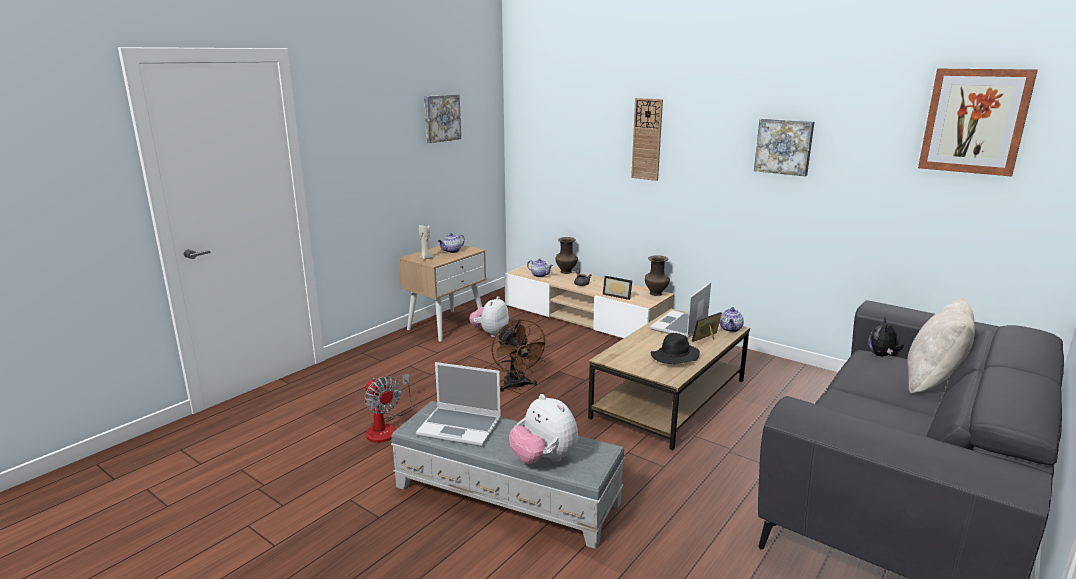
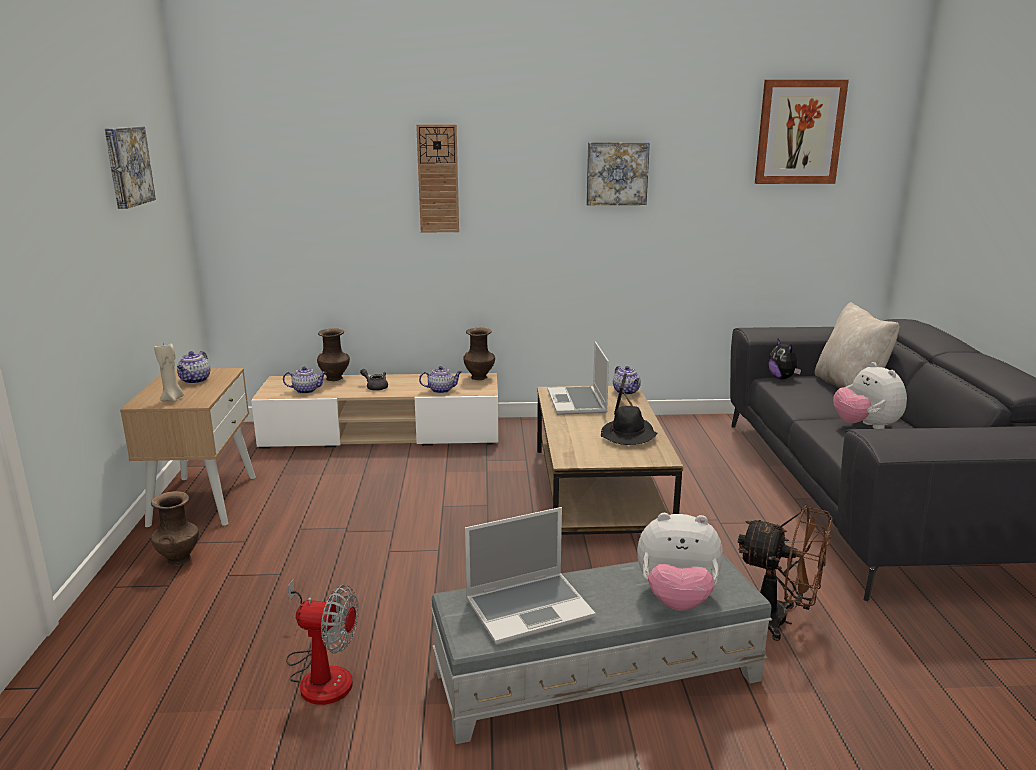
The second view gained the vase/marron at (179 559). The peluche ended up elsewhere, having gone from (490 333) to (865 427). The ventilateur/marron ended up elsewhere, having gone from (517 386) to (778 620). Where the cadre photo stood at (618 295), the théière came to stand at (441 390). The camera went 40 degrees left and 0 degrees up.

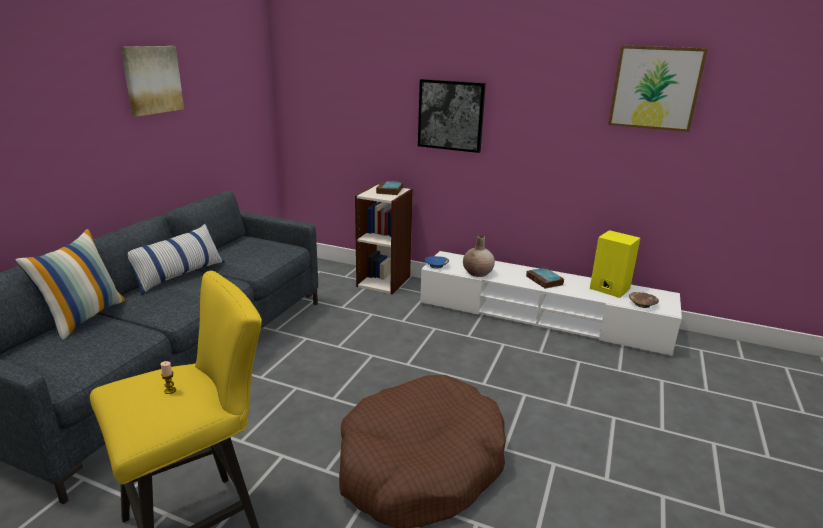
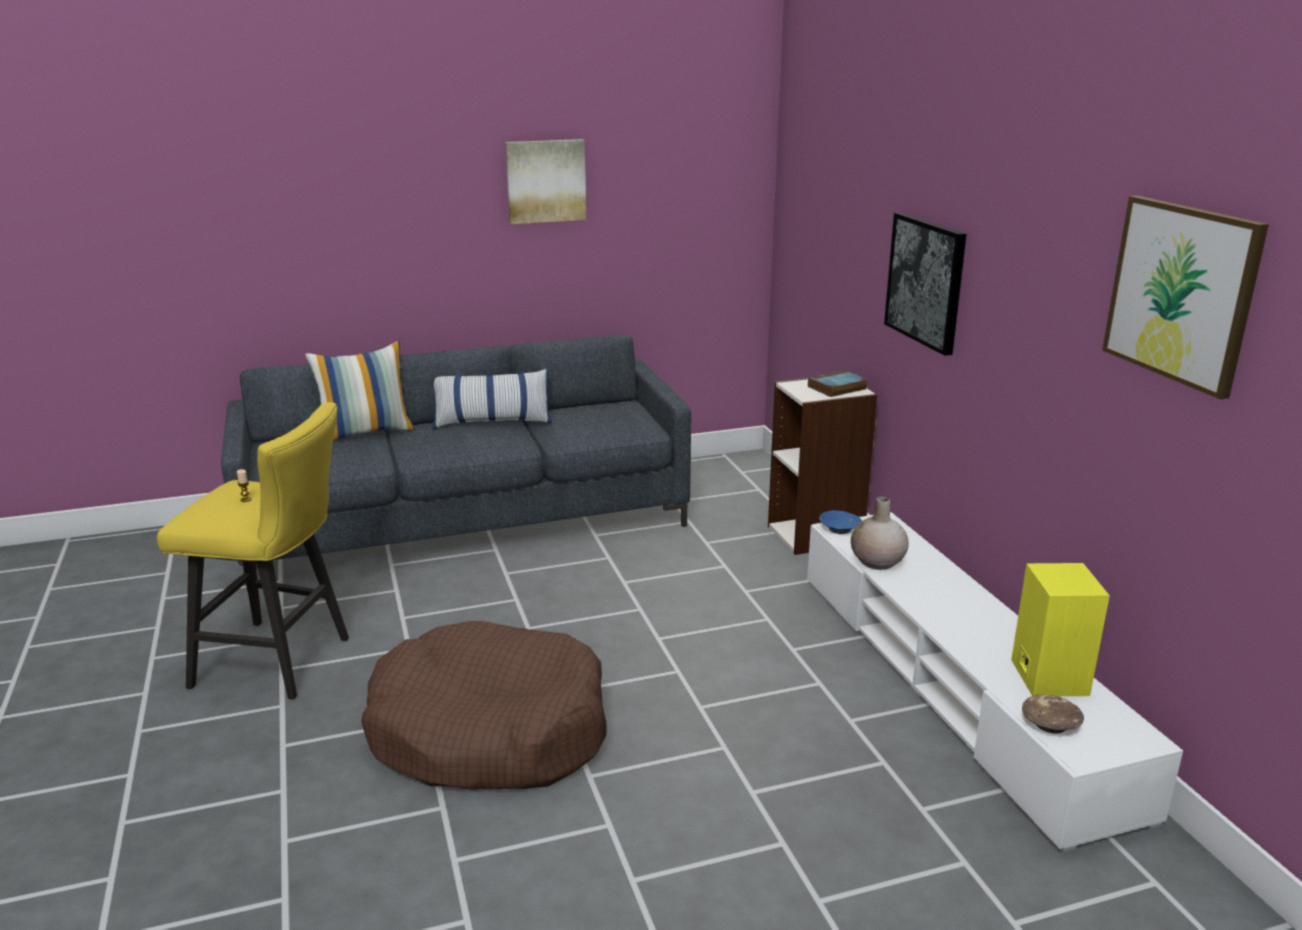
The second view lost the livre at (545 281). The camera went 50 degrees right and 0 degrees up.

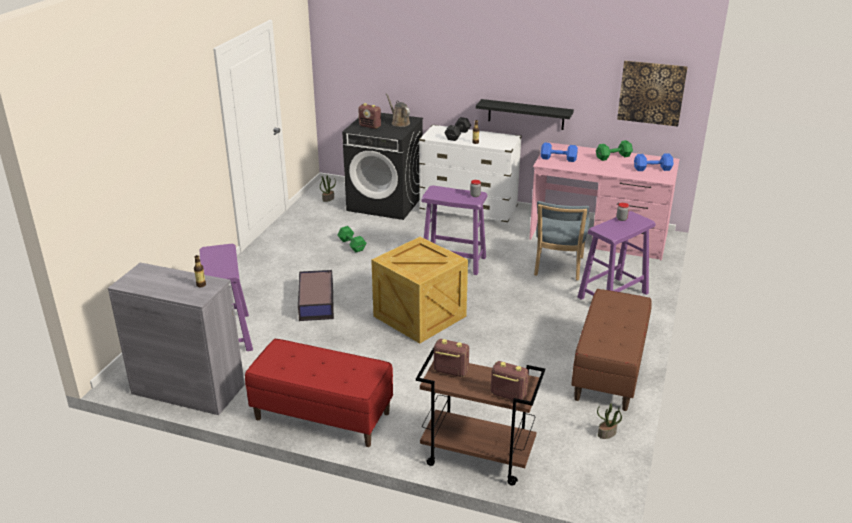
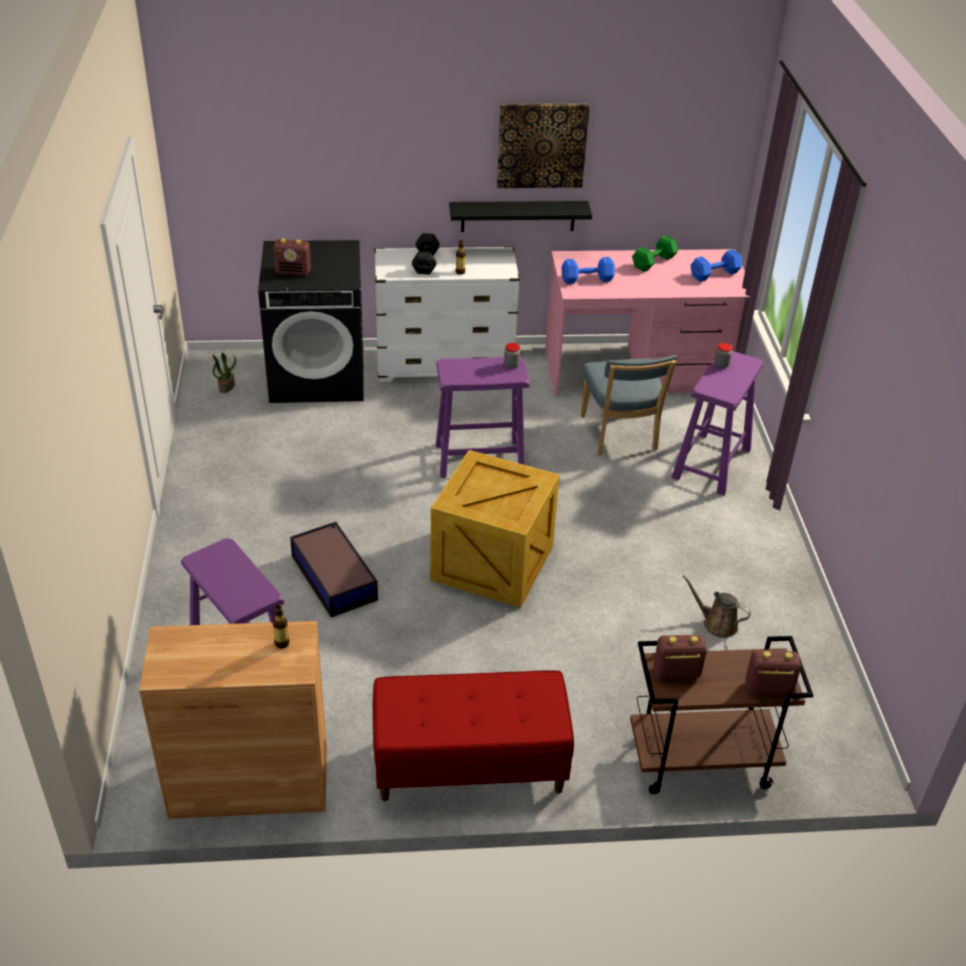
The second view lost the haltère/vert at (351 244). The second view lost the banc/marron at (609 370). The second view lost the plante en pot at (607 433). The arrosoir/marron ended up elsewhere, having gone from (399 123) to (717 623). The tableau ended up elsewhere, having gone from (651 93) to (541 145). What was the meuble de rangement/gris at (188 389) turned into the meuble de rangement/marron at (249 782). The camera went 25 degrees left and 10 degrees up.

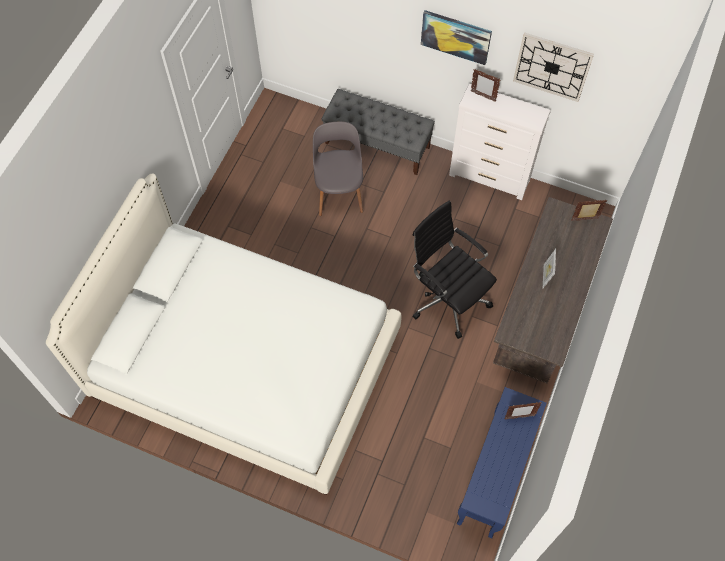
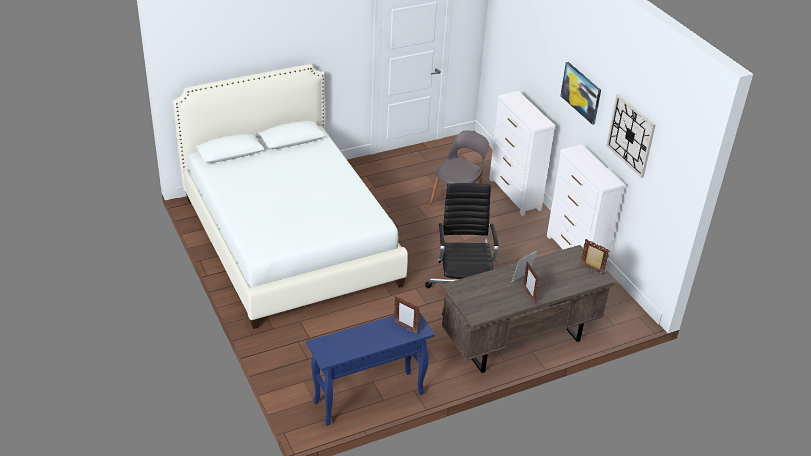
The cadre photo ended up elsewhere, having gone from (483 96) to (529 295). Where the banc/gris stood at (377 145), the commode/blanc came to stand at (514 194). The camera went 40 degrees right and 25 degrees down.

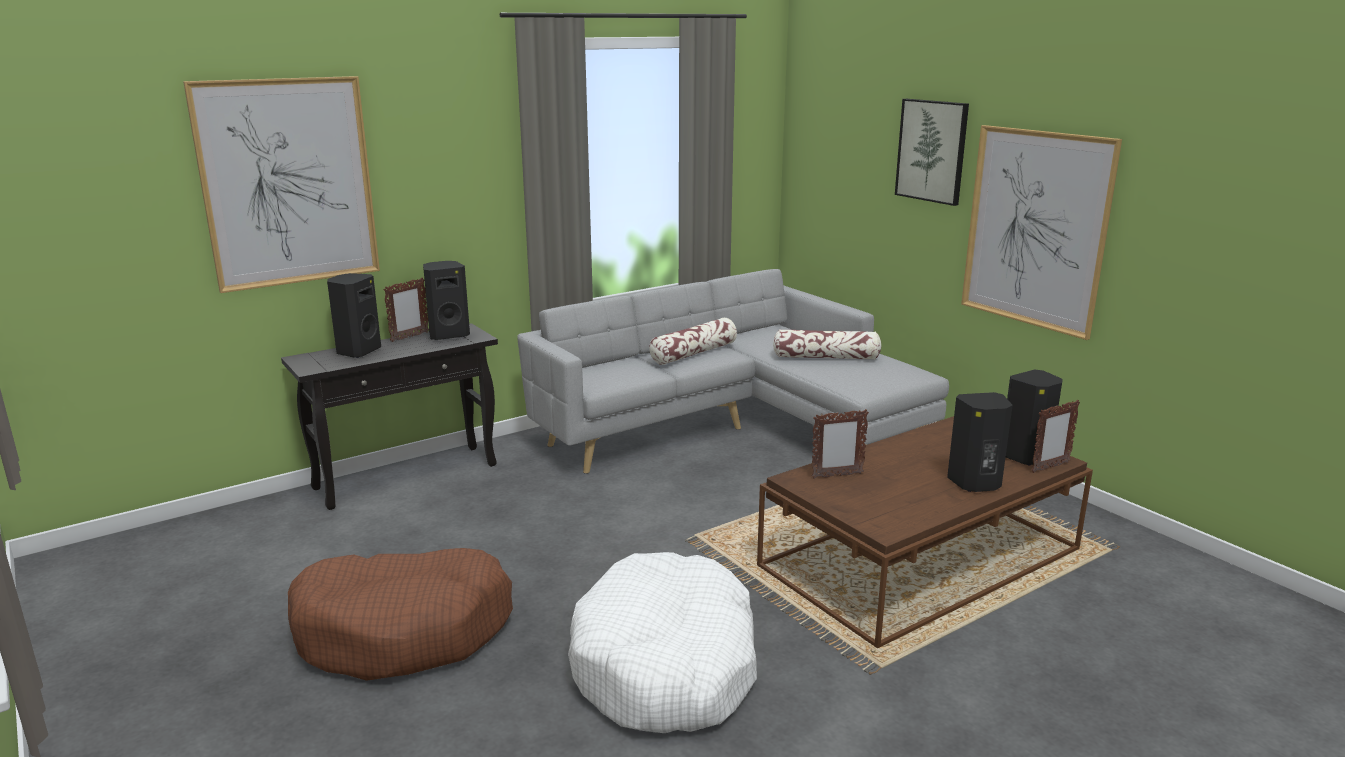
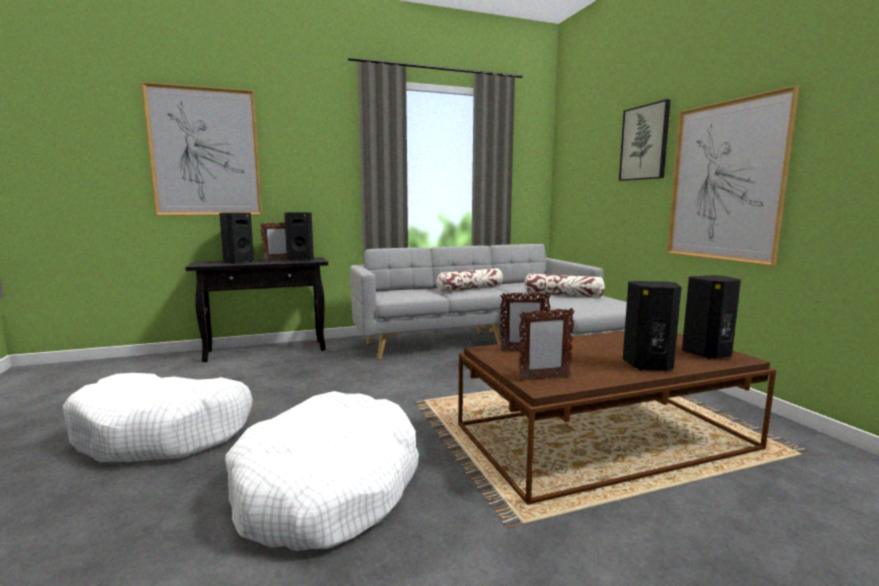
The cadre photo ended up elsewhere, having gone from (1050 467) to (544 378). What was the panier pour chien/marron at (404 630) turned into the panier pour chien/blanc at (165 433). The camera went 15 degrees right and 10 degrees down.

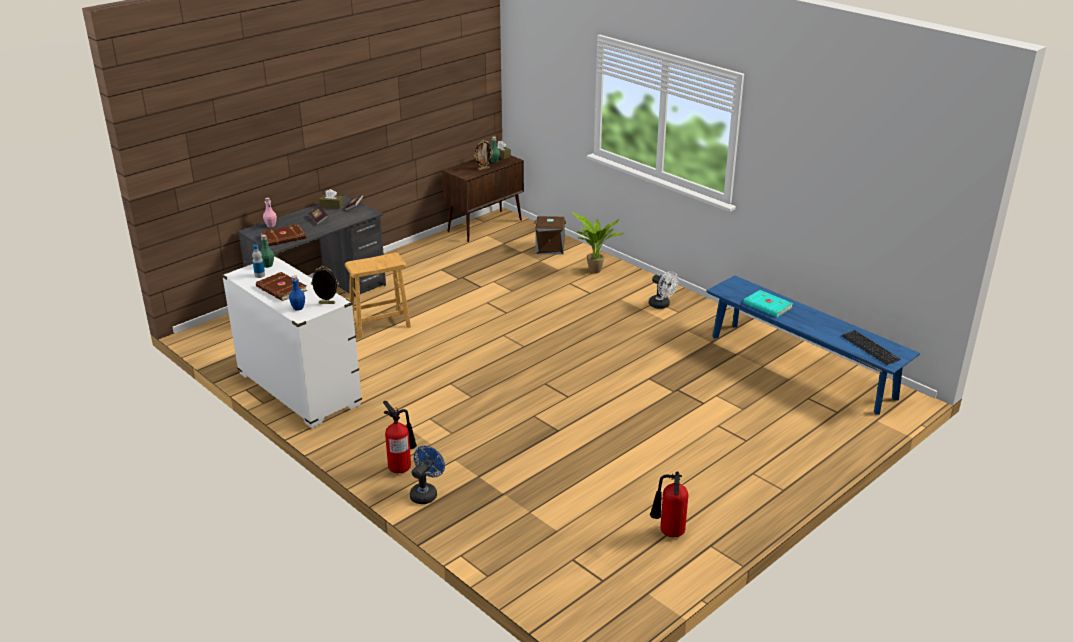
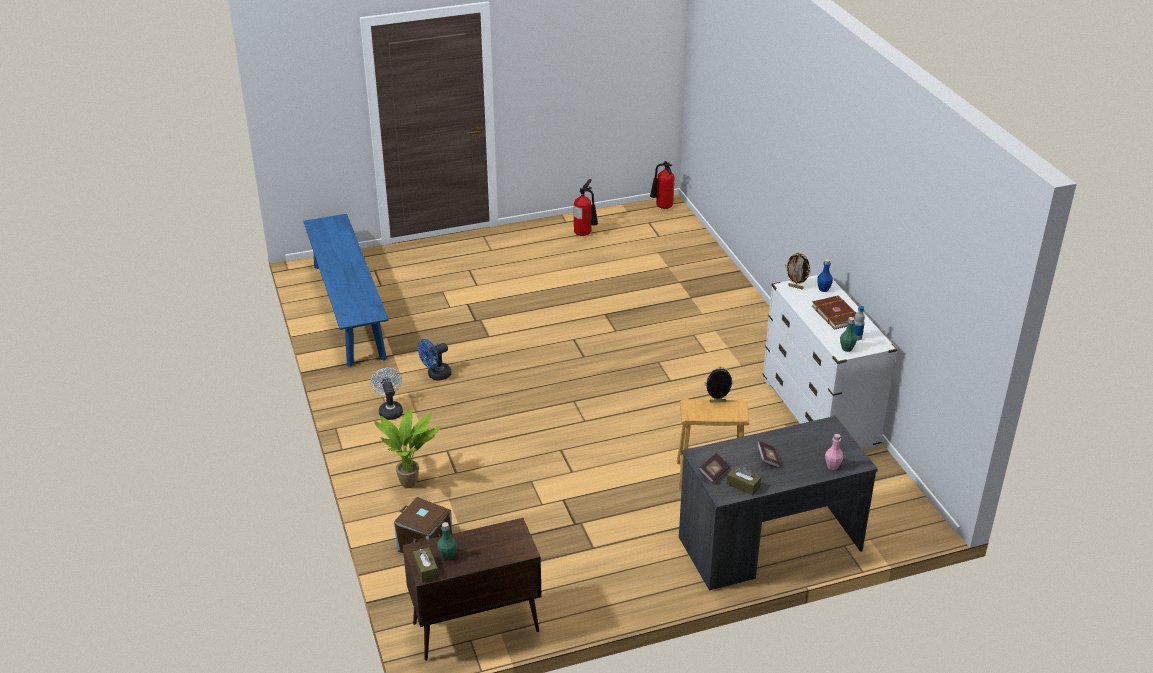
The second view lost the livre/marron at (284 237). The second view lost the livre/turquoise at (767 306). The second view lost the clavier at (870 348). The extincteur ended up elsewhere, having gone from (402 467) to (662 207). The ventilateur/bleu ended up elsewhere, having gone from (426 493) to (436 375). The cadre photo ended up elsewhere, having gone from (483 169) to (717 402). The camera went 155 degrees left and 5 degrees up.

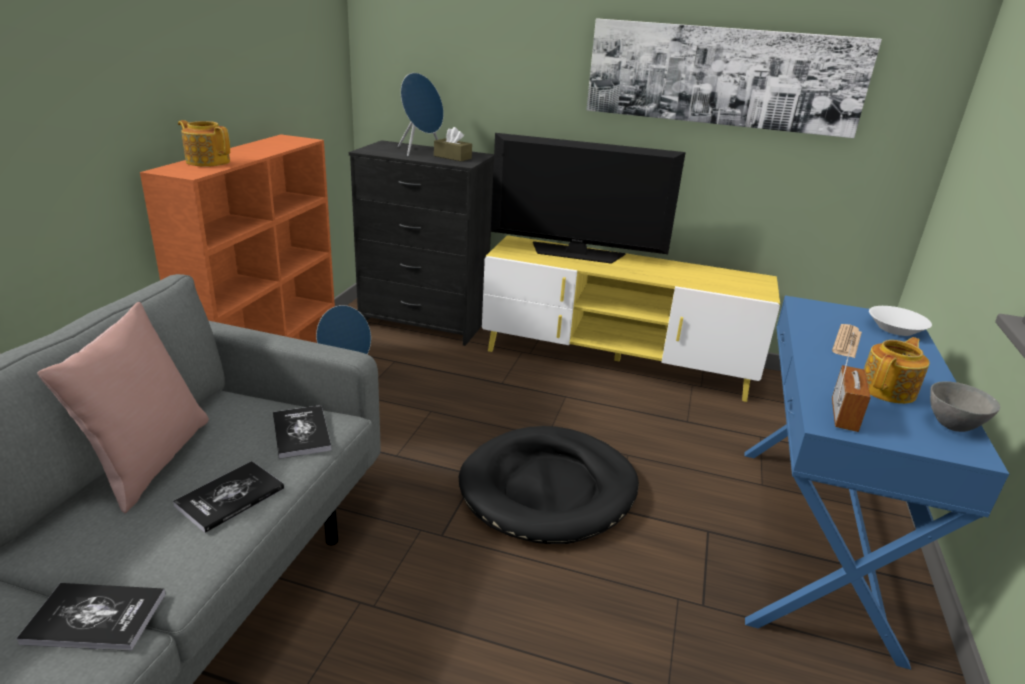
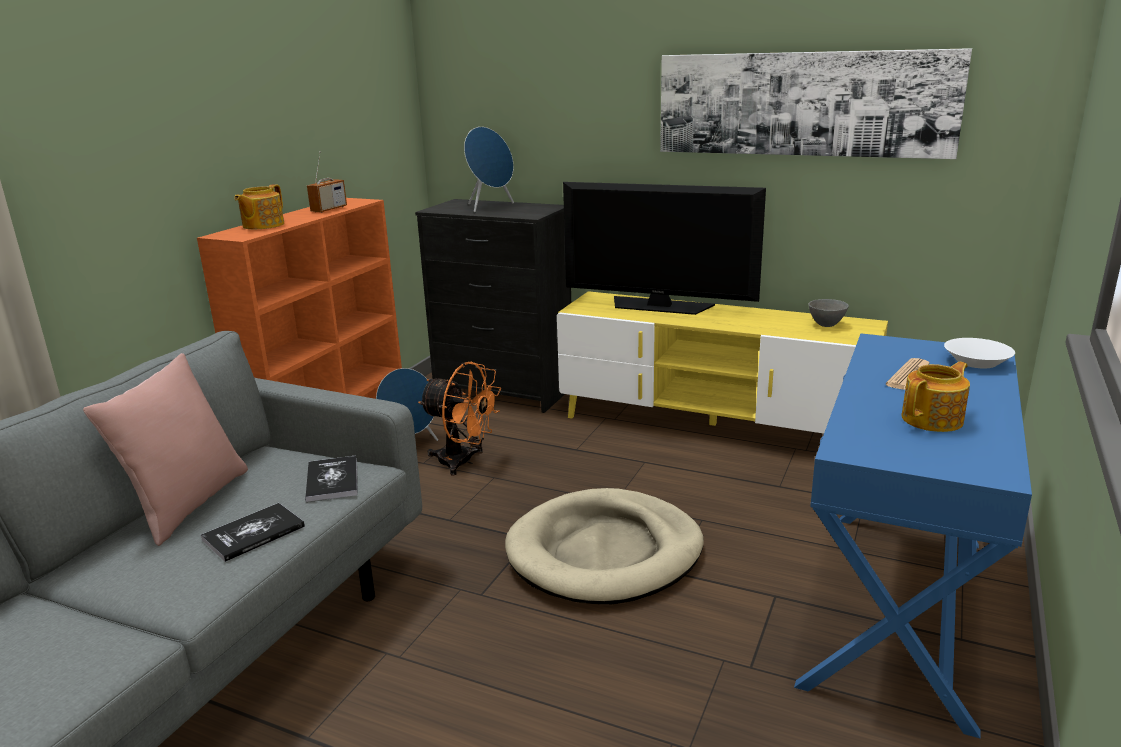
The second view lost the livre at (95 618). The second view lost the boîte à mouchoirs/marron at (452 157). The second view gained the ventilateur/orange at (463 462). The radio ended up elsewhere, having gone from (844 416) to (329 209). The bol/gris ended up elsewhere, having gone from (952 426) to (826 325). What was the panier pour chien/noir at (549 489) turned into the panier pour chien/beige at (605 552). The théière at (208 161) ended up facing another way, 105 degrees counterclockwise from before. The camera went 10 degrees right and 5 degrees down.

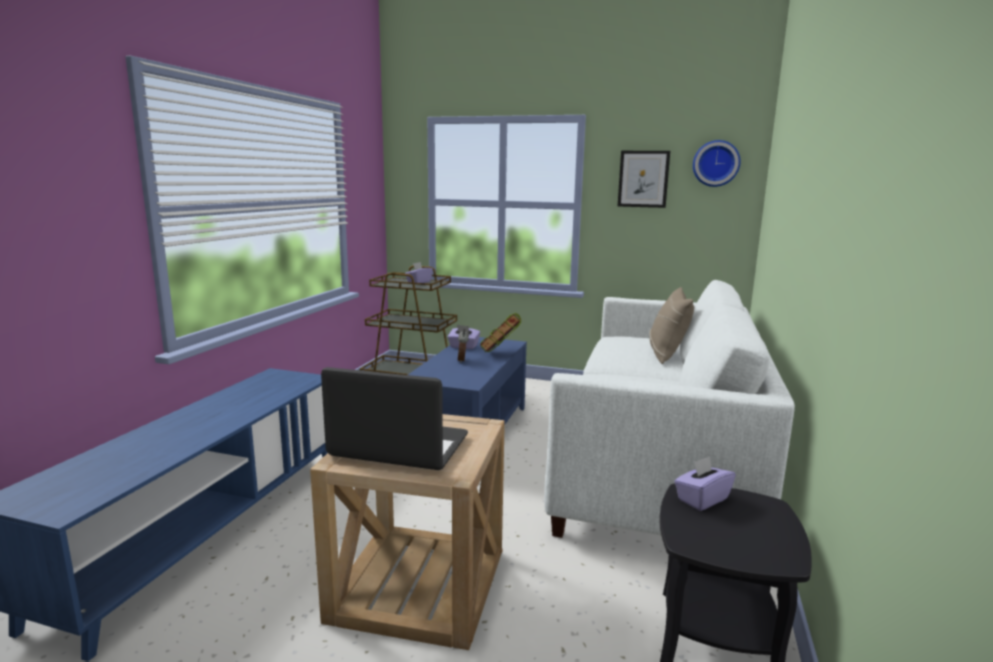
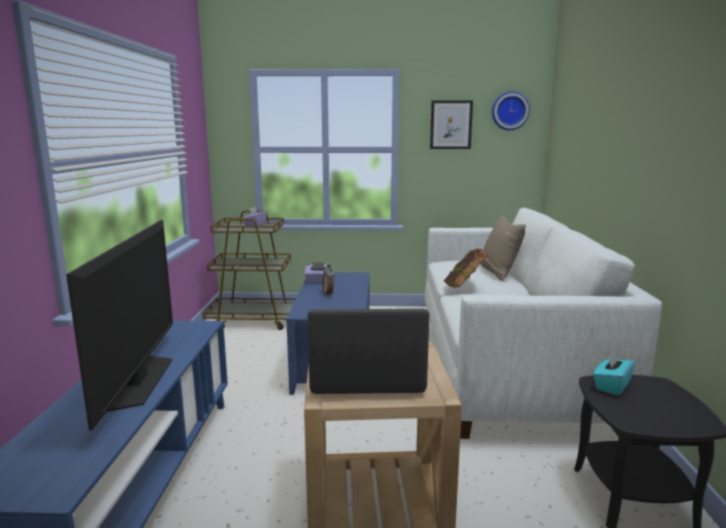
The second view gained the téléviseur at (137 381). The livre ended up elsewhere, having gone from (500 354) to (464 288). What was the boîte à mouchoirs/violet at (702 499) turned into the boîte à mouchoirs/turquoise at (611 386). The camera went 15 degrees left and 0 degrees up.

